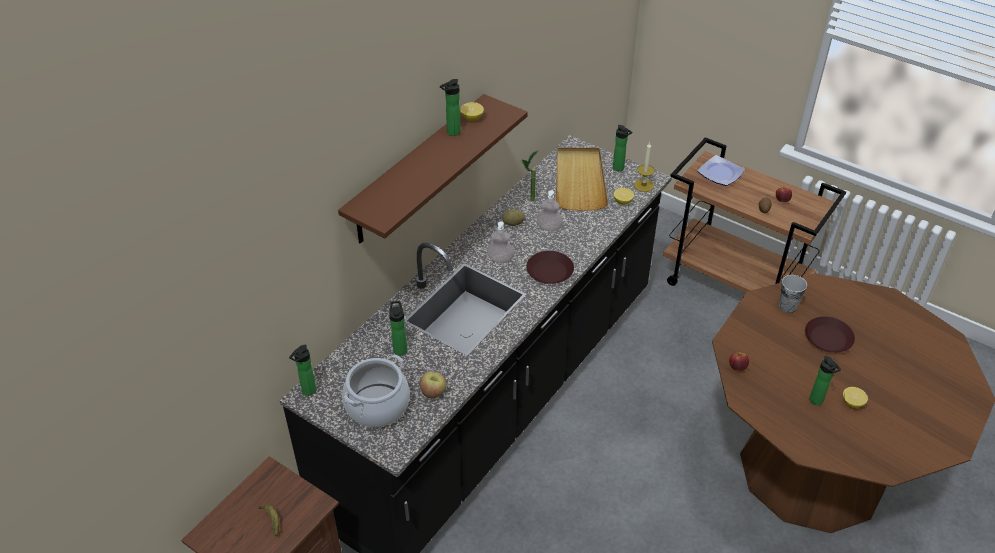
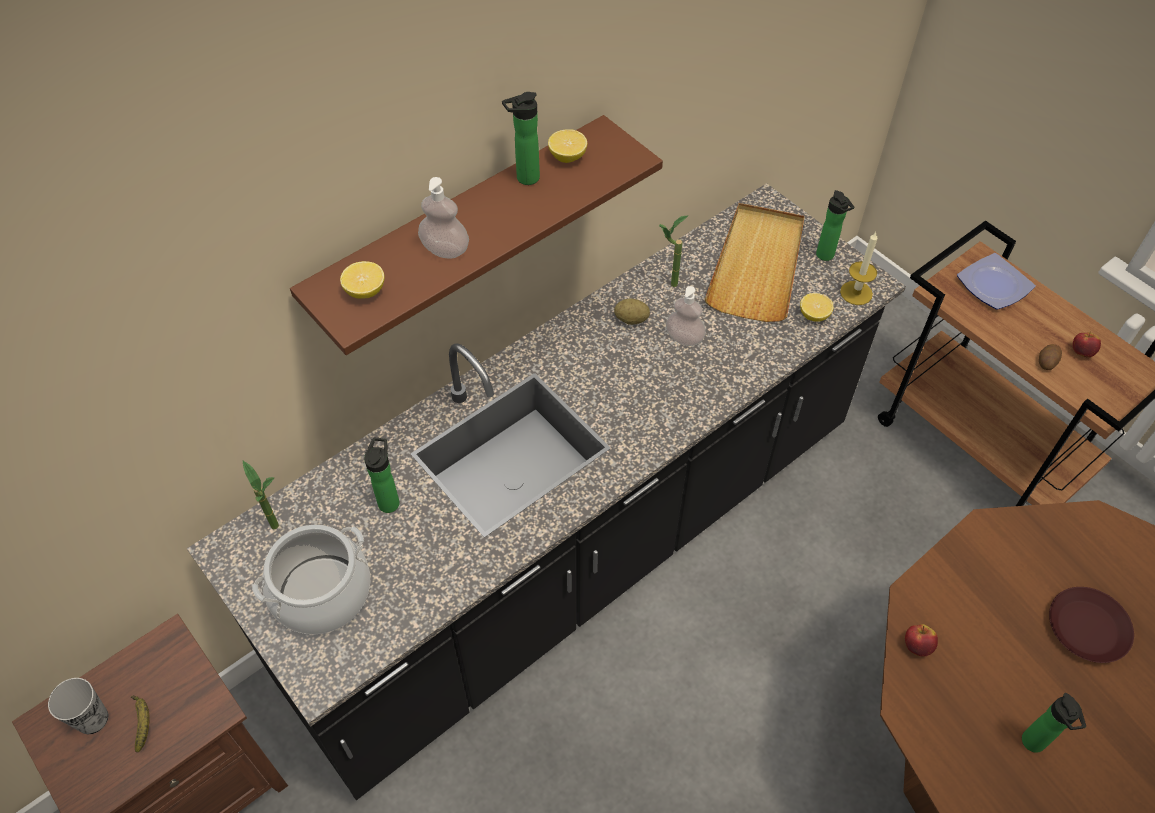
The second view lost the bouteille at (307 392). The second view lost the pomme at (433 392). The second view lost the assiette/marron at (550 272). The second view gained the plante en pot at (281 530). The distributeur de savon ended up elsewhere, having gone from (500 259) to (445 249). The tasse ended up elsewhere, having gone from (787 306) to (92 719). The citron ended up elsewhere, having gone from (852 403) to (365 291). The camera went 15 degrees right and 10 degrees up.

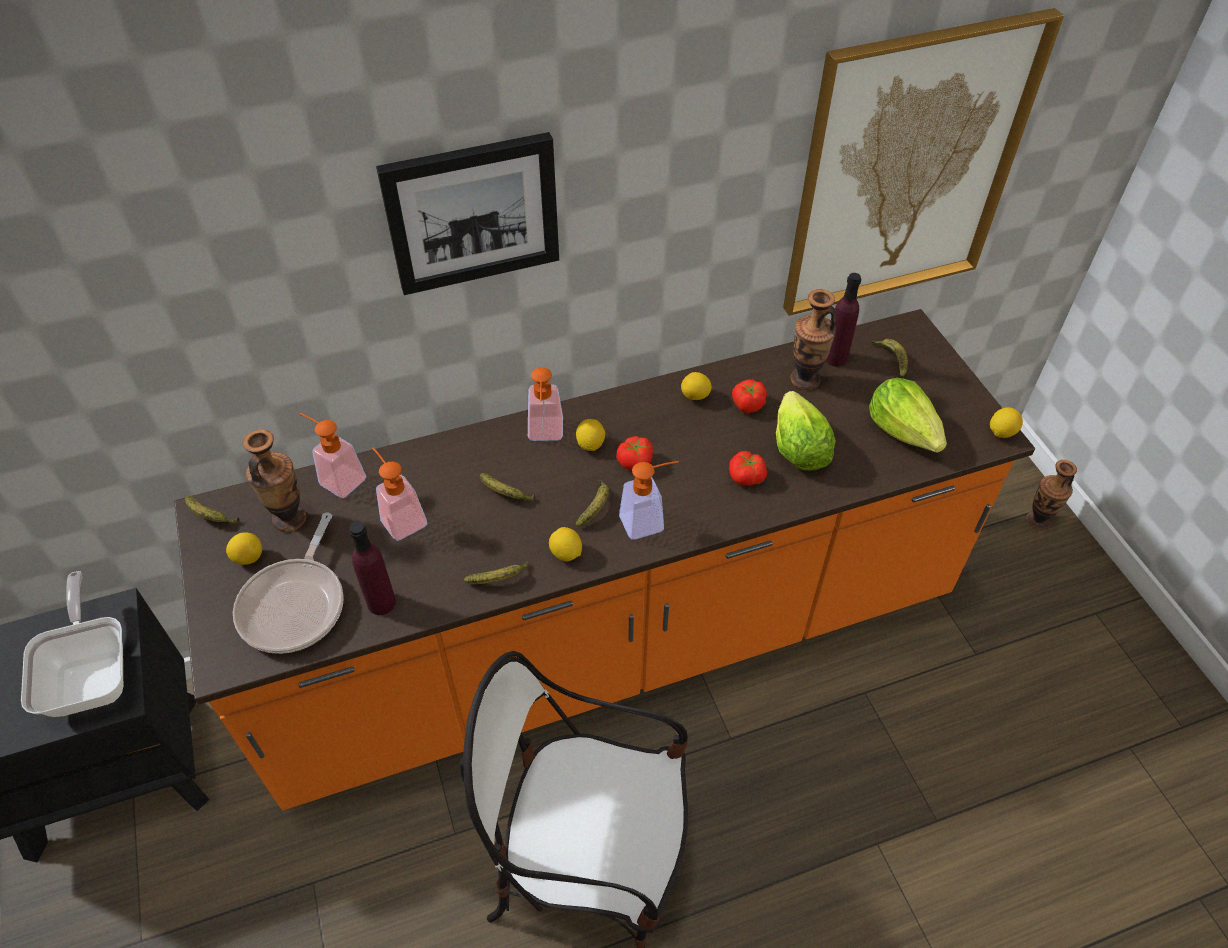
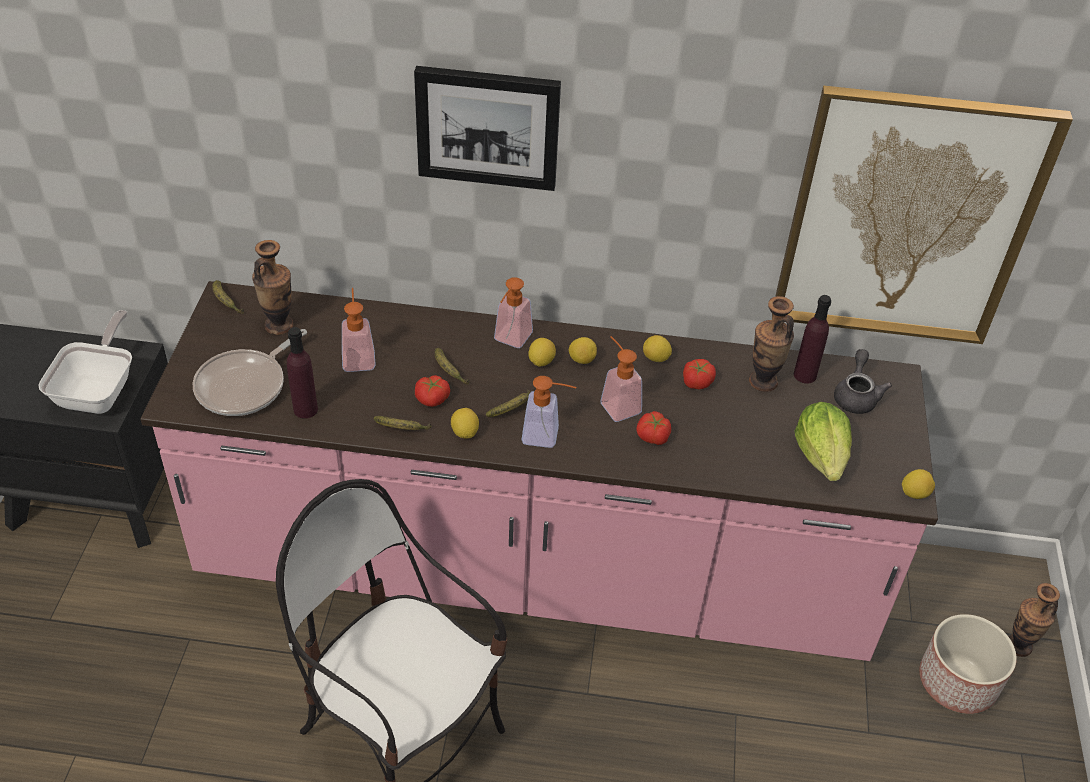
The second view lost the laitue at (798 448). The second view gained the cache-pot at (958 681). The citron ended up elsewhere, having gone from (248 557) to (582 360). The distributeur de savon ended up elsewhere, having gone from (337 478) to (617 403). The tomate ended up elsewhere, having gone from (635 462) to (432 399). Where the banane stood at (891 360), the théière/gris came to stand at (856 395). What was the comptoir de cuisine/orange at (614 642) turned into the comptoir de cuisine/rose at (535 570). The camera went 25 degrees right and 5 degrees down.

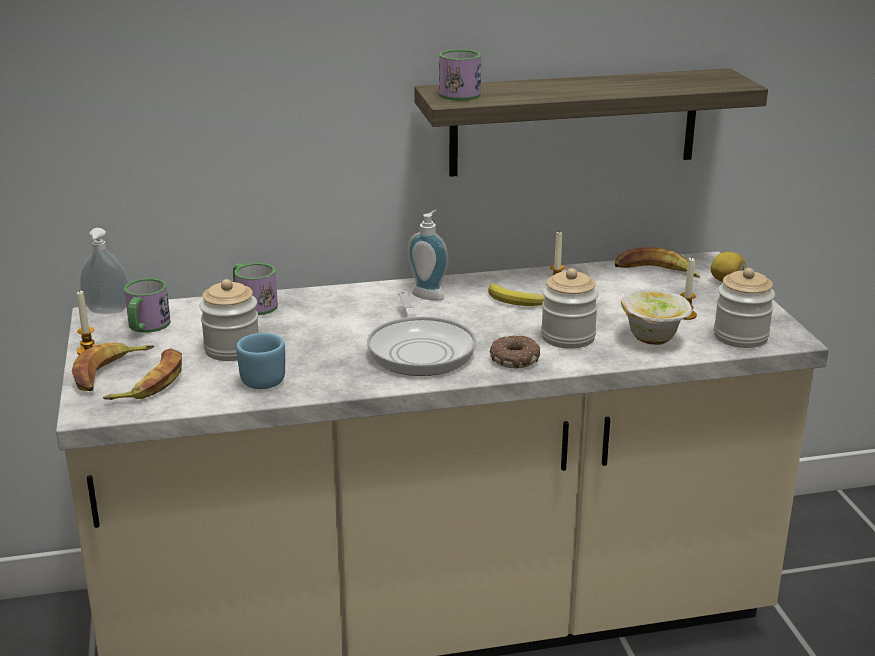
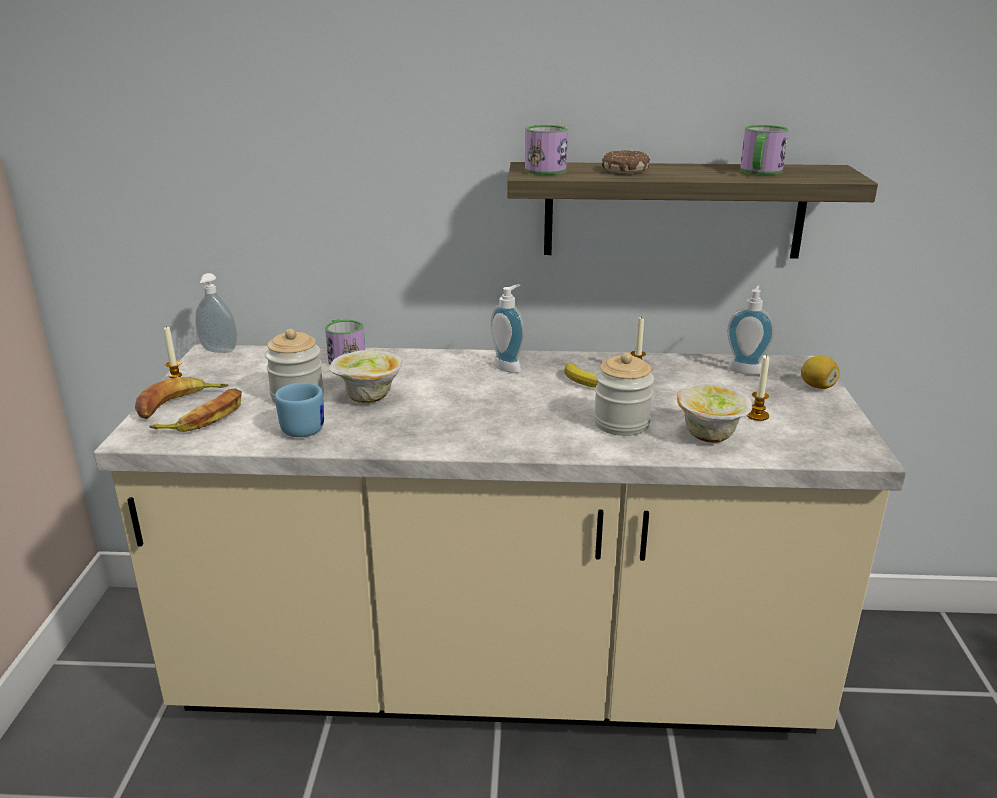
The second view lost the poêle at (420 349). The second view lost the bocal at (740 336). The second view gained the bol at (368 397). The mug ended up elsewhere, having gone from (146 327) to (759 172). The beignet ended up elsewhere, having gone from (514 359) to (624 170). Where the banane stood at (655 272), the distributeur de savon came to stand at (745 369). The camera went 15 degrees right and 0 degrees up.

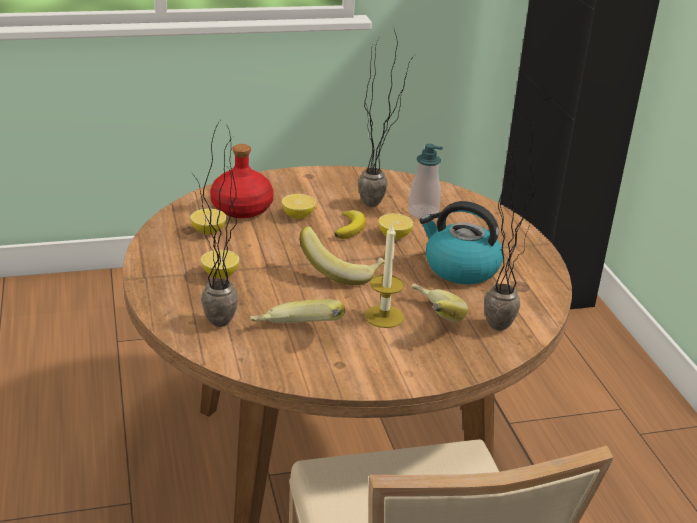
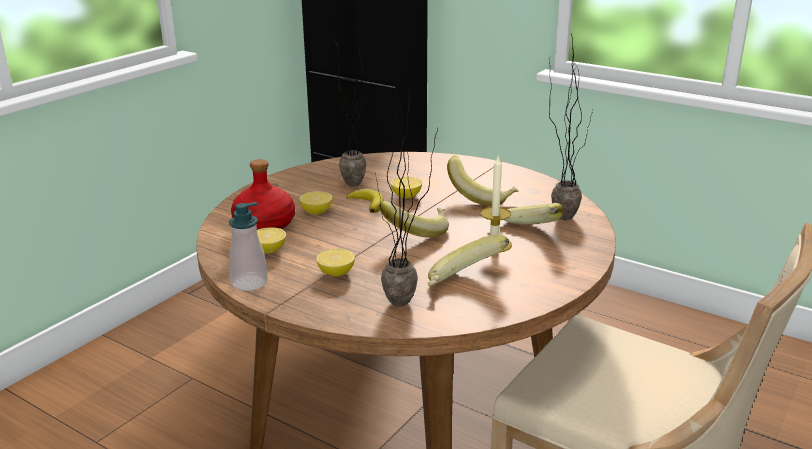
The distributeur de savon ended up elsewhere, having gone from (423 212) to (249 283). Where the bouilloire stood at (460 268), the banane came to stand at (481 196). The camera went 40 degrees left and 5 degrees down.

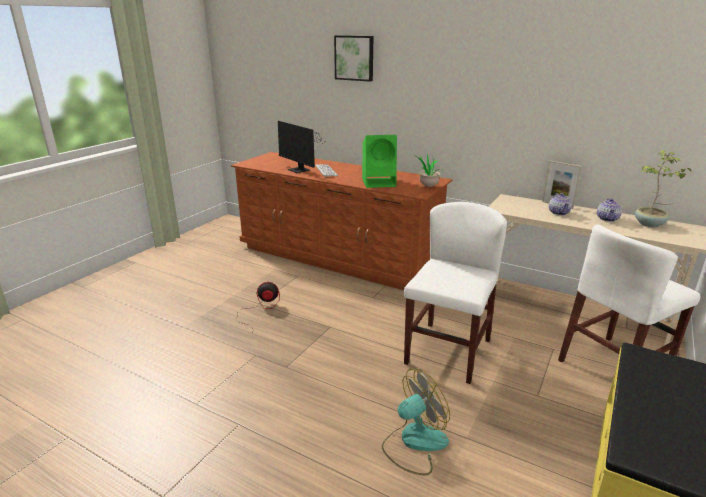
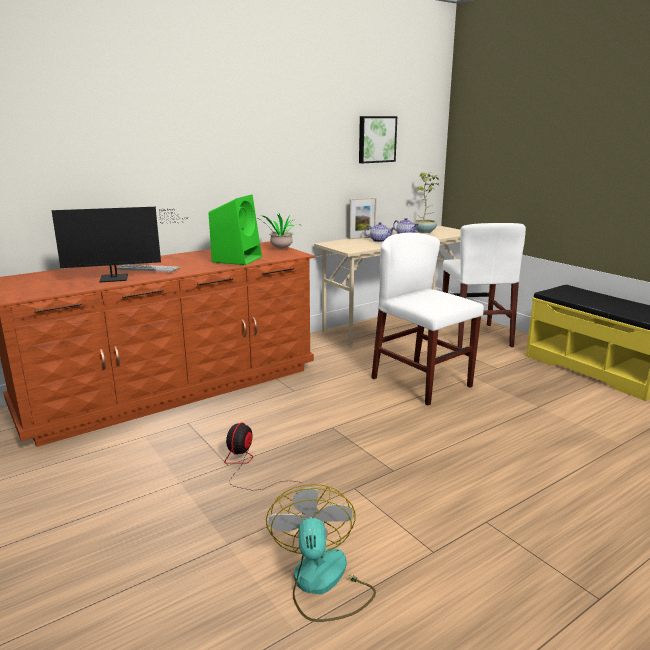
The tableau ended up elsewhere, having gone from (354 58) to (376 139). The ventilateur ended up elsewhere, having gone from (414 443) to (322 583). The camera went 65 degrees left and 5 degrees down.

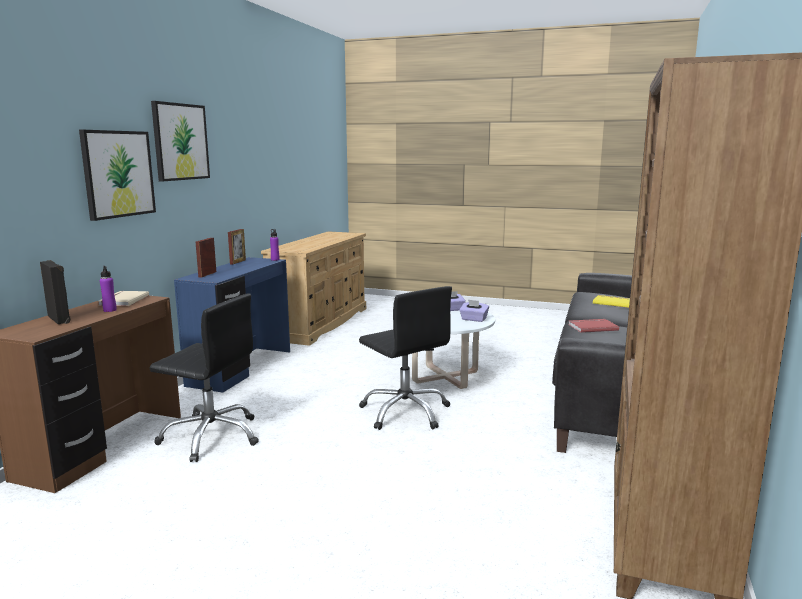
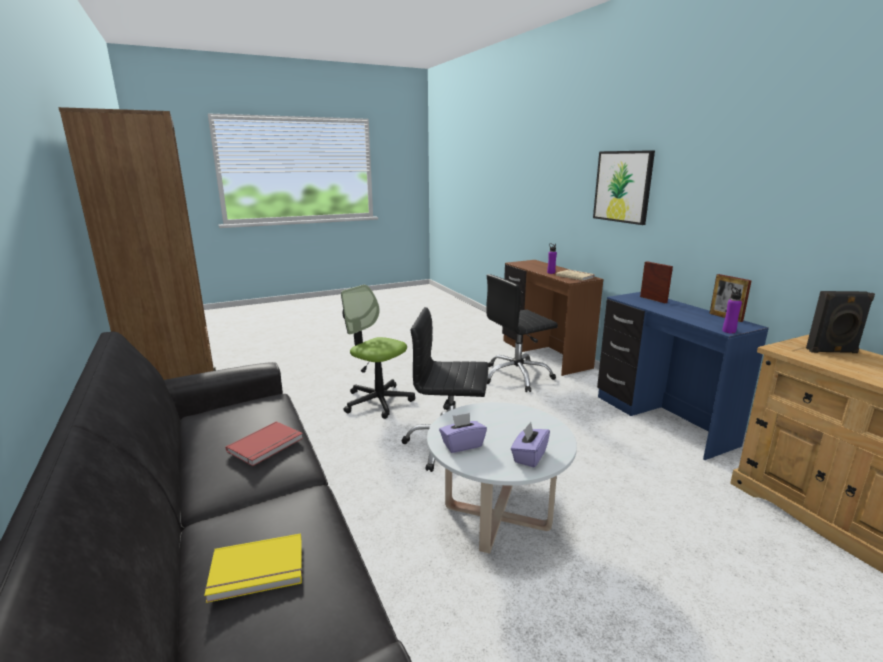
The second view lost the tableau at (180 142). The second view gained the chaise de bureau at (378 401). The enceinte/noir ended up elsewhere, having gone from (60 319) to (832 351). The camera went 135 degrees right and 5 degrees up.

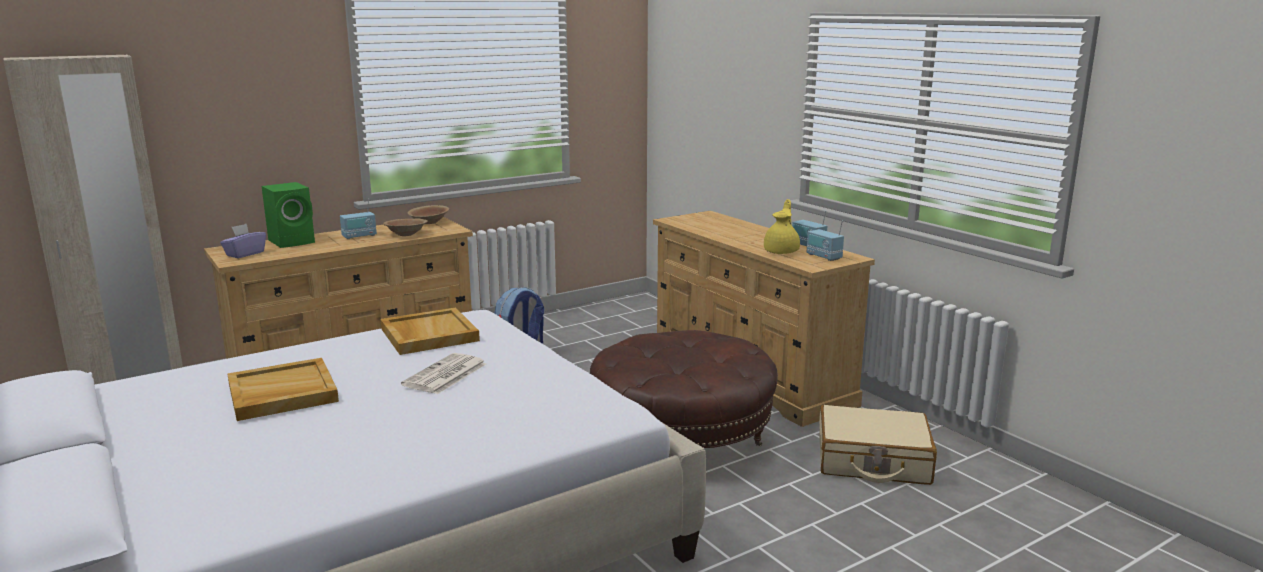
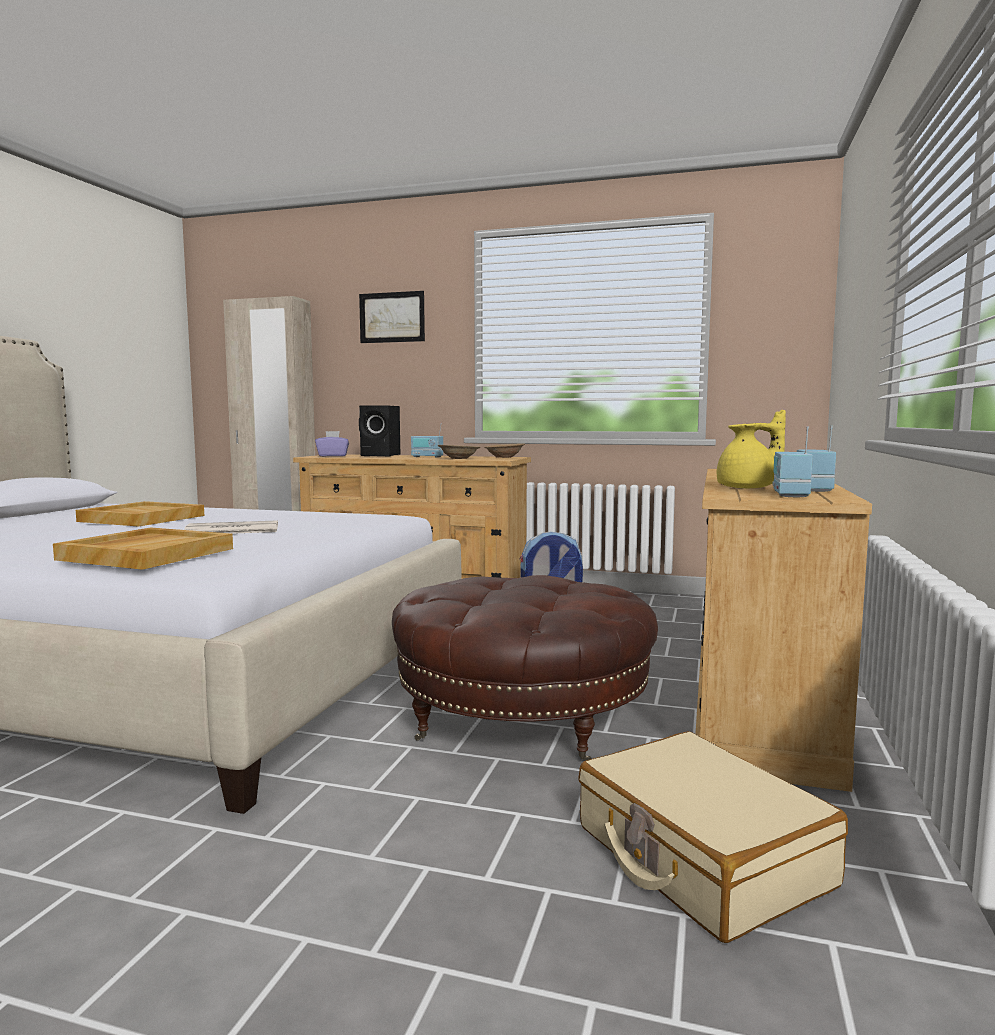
The second view gained the tableau at (392 317). The plateau/beige ended up elsewhere, having gone from (428 334) to (147 554). What was the enceinte/vert at (293 241) turned into the enceinte/noir at (382 455). The camera went 50 degrees right and 10 degrees down.

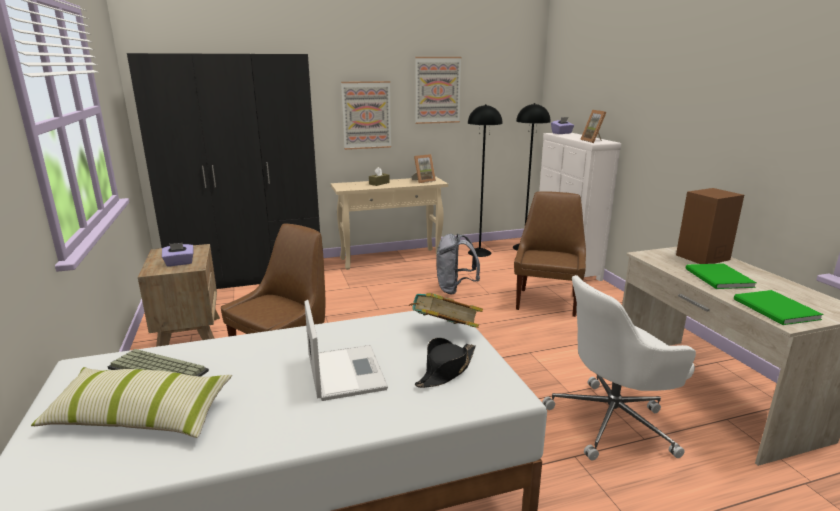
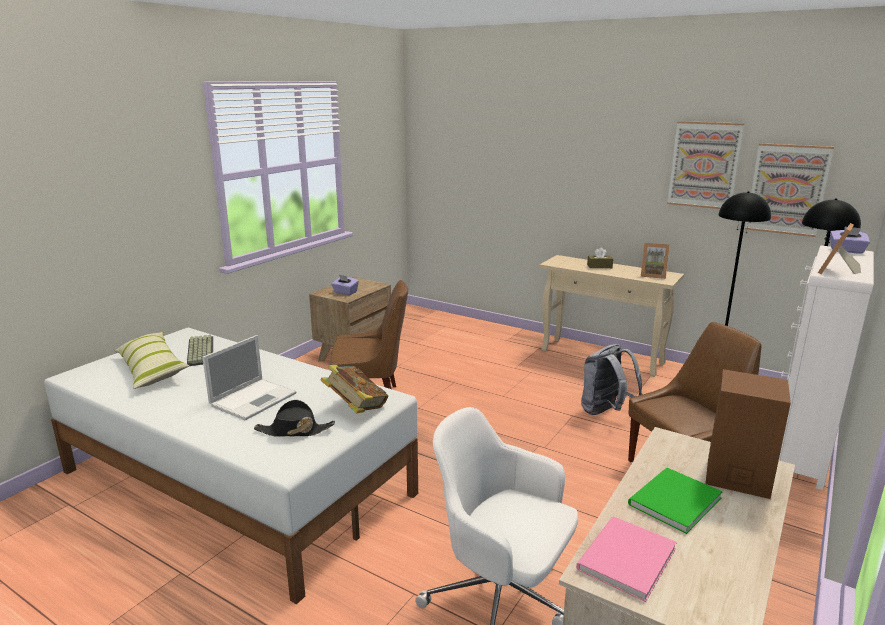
The second view lost the armoire/noir at (249 275). The tableau ended up elsewhere, having gone from (366 115) to (787 189). What was the livre/vert at (776 310) turned into the livre/rose at (623 559). The camera went 50 degrees right and 0 degrees up.

